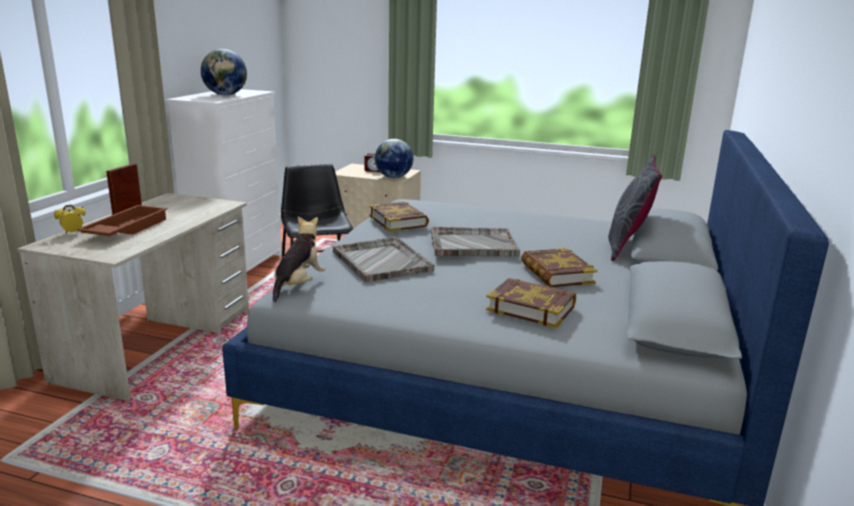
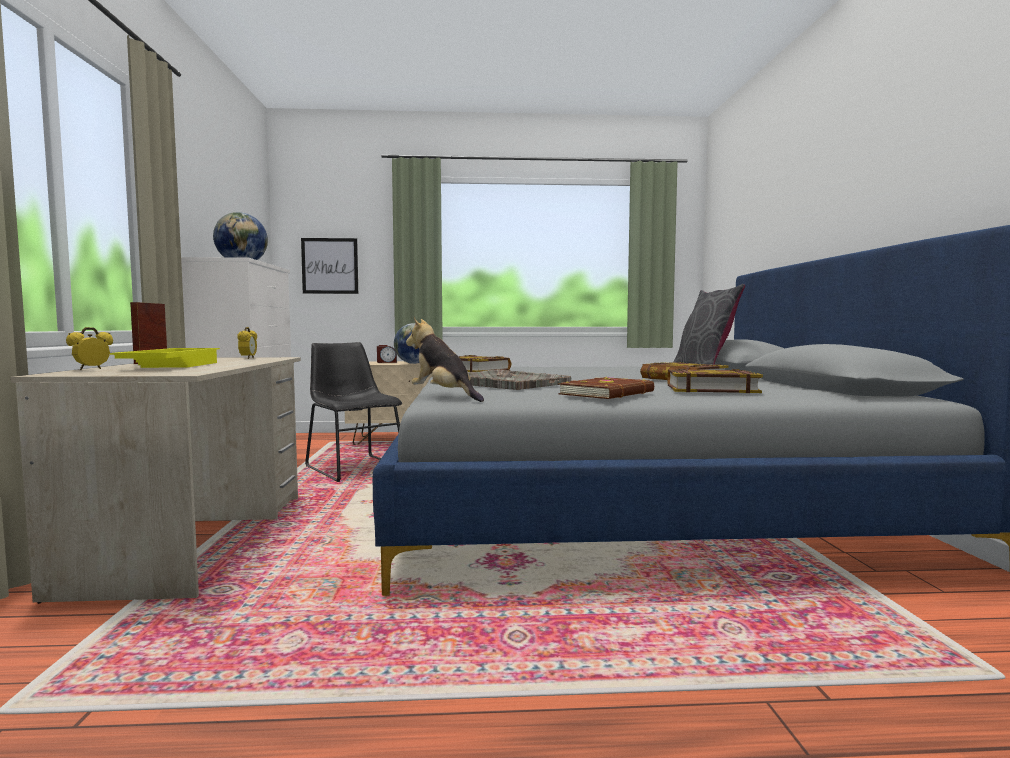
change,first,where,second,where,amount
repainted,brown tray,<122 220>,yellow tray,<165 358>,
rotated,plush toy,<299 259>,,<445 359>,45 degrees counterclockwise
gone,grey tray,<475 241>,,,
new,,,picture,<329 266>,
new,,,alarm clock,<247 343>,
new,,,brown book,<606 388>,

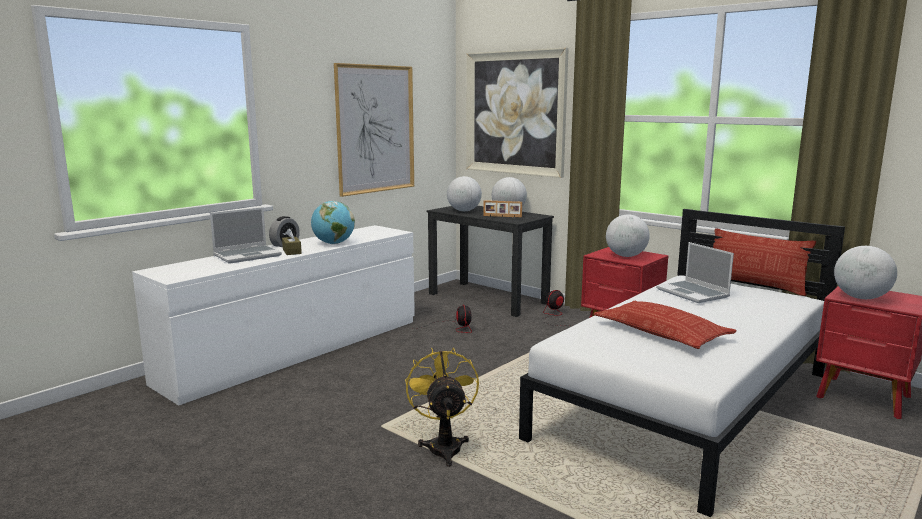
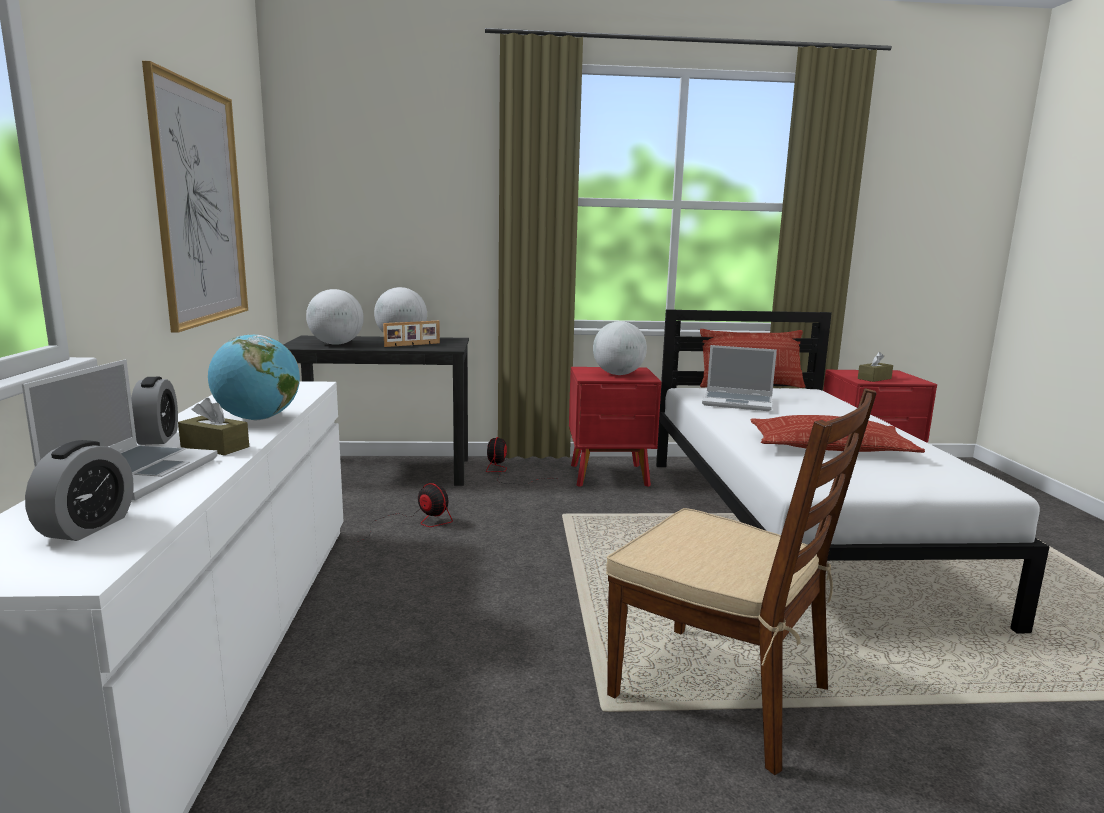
change,first,where,second,where,amount
gone,picture,<517 113>,,,
swapped,globe,<865 272>,brown tissue box,<875 367>,
swapped,yellow fan,<442 407>,brown chair,<741 581>,
new,,,alarm clock,<79 490>,

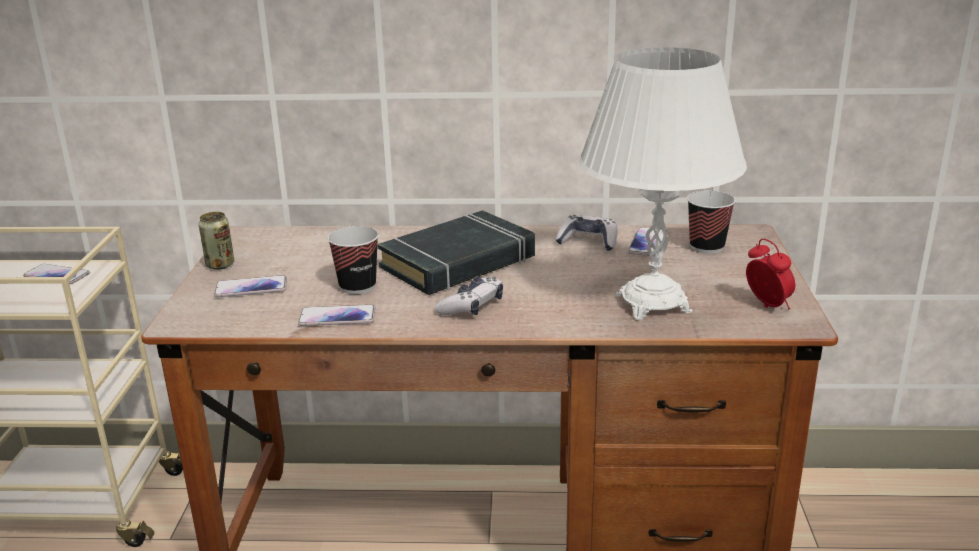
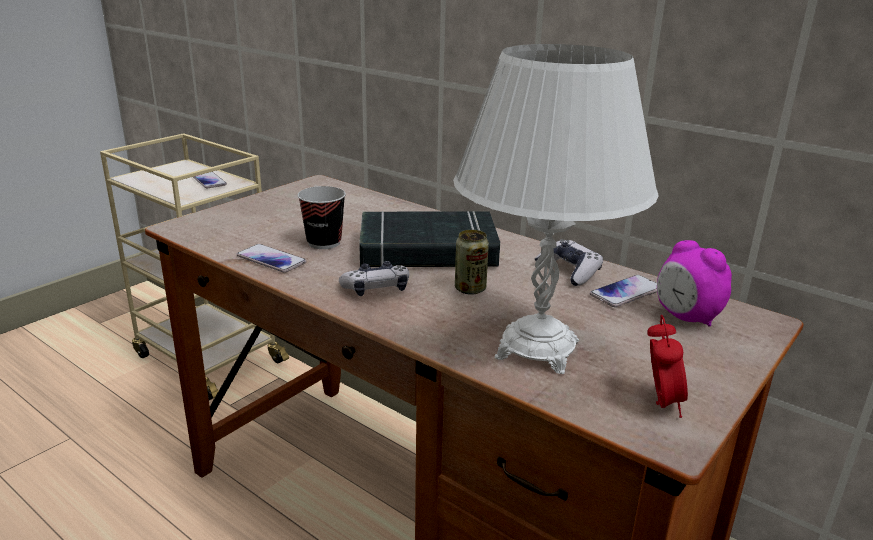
change,first,where,second,where,amount
swapped,cup,<711 222>,alarm clock,<694 283>,
shifted,can,<216 241>,,<472 262>,
gone,phone,<250 286>,,,

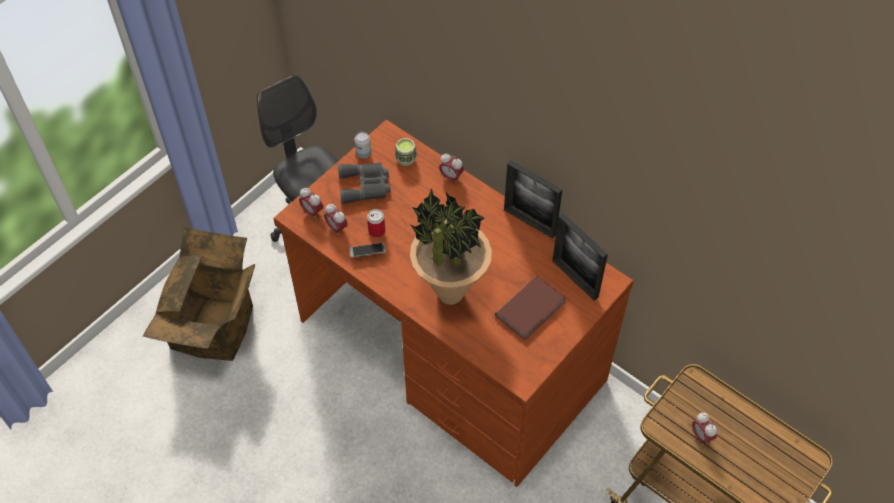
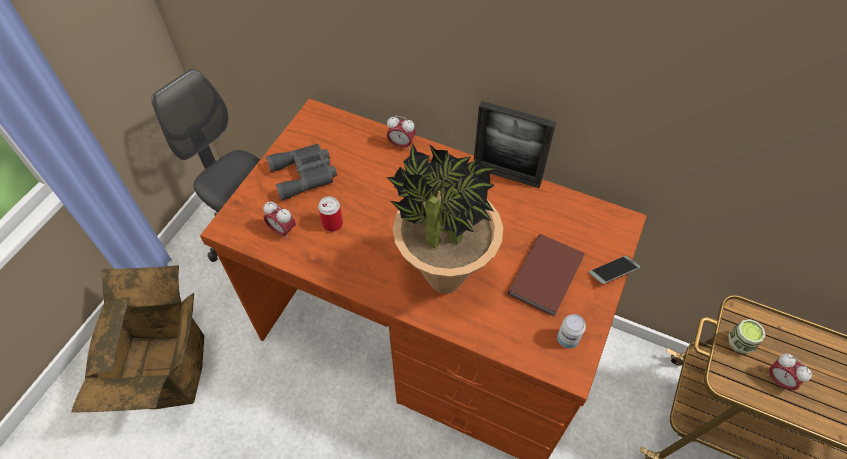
change,first,where,second,where,amount
shifted,can,<363 145>,,<571 331>,
shifted,cup,<406 152>,,<747 336>,
gone,alarm clock,<311 203>,,,
gone,picture frame,<580 257>,,,
shifted,phone,<367 250>,,<614 270>,

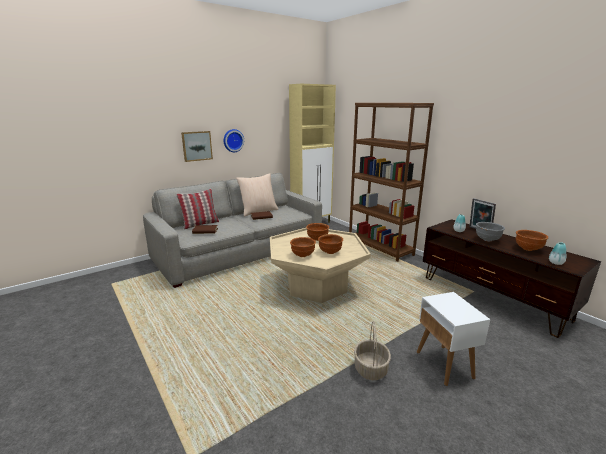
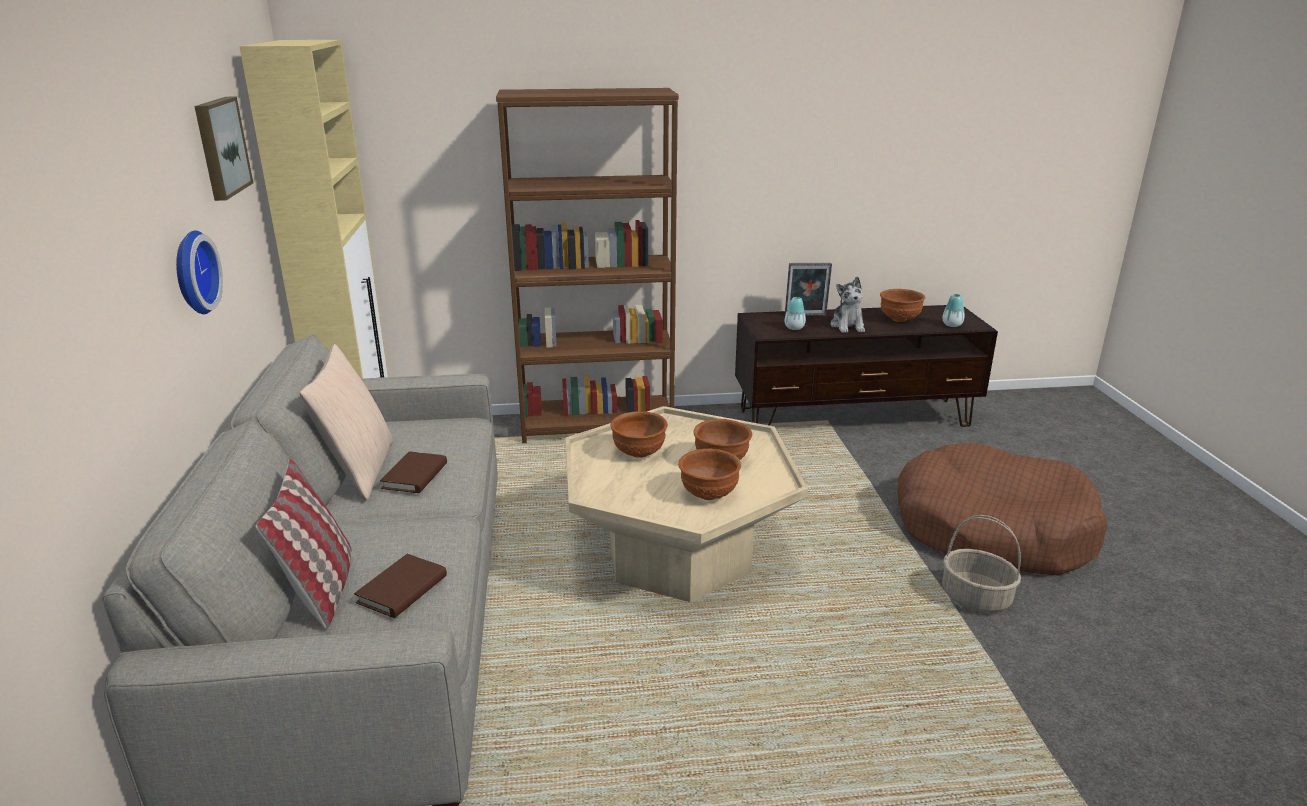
change,first,where,second,where,amount
shifted,picture,<197 146>,,<223 149>,
swapped,grey bowl,<490 232>,plush toy,<848 304>,
swapped,white side table,<453 339>,brown dog bed,<1002 509>,

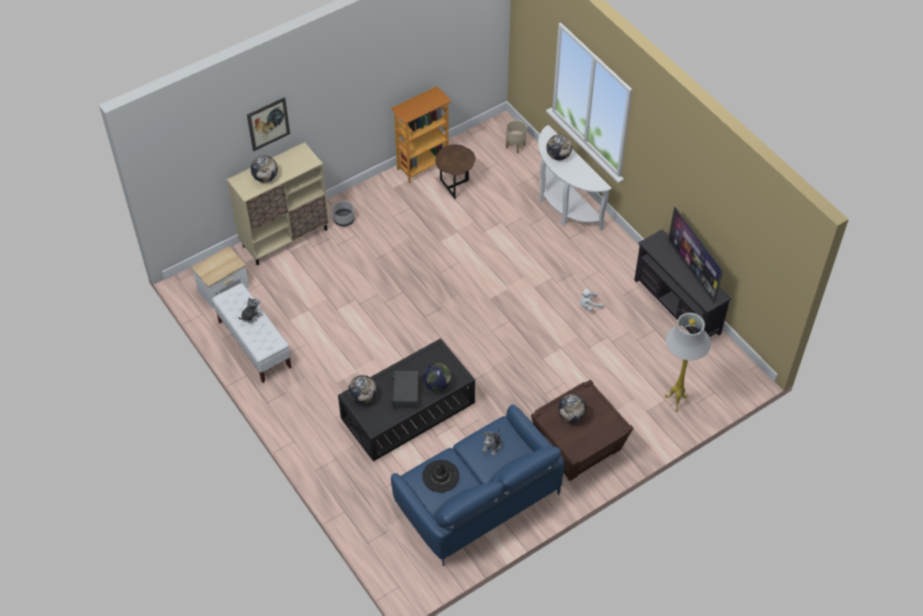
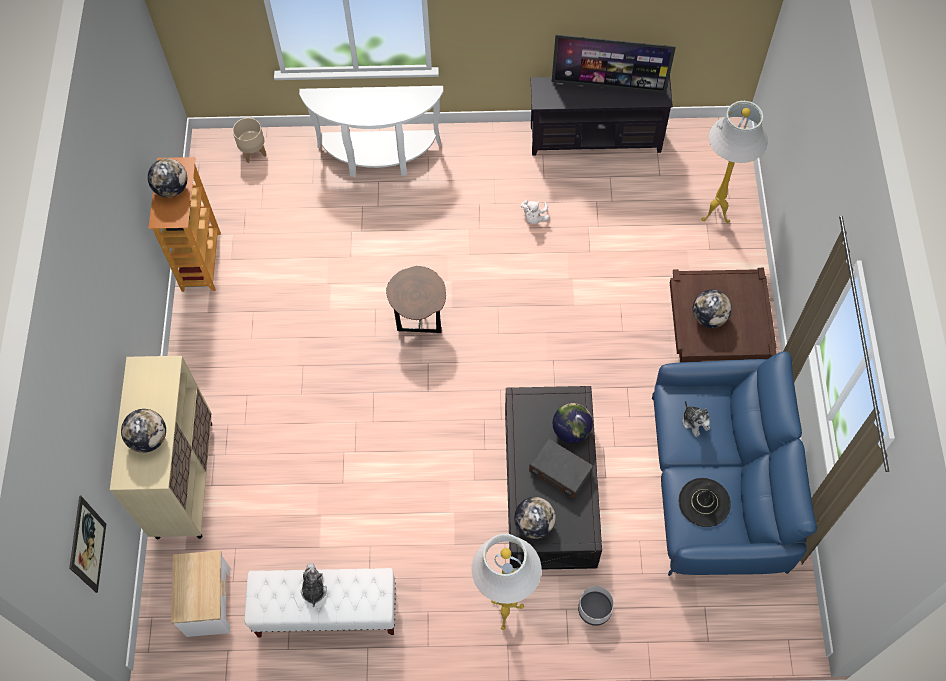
change,first,where,second,where,amount
shifted,picture,<268 124>,,<87 544>,
shifted,globe,<559 147>,,<168 178>,
shifted,brown side table,<456 172>,,<416 299>,
shifted,grey planter,<344 214>,,<596 606>,
new,,,white floor lamp,<507 582>,

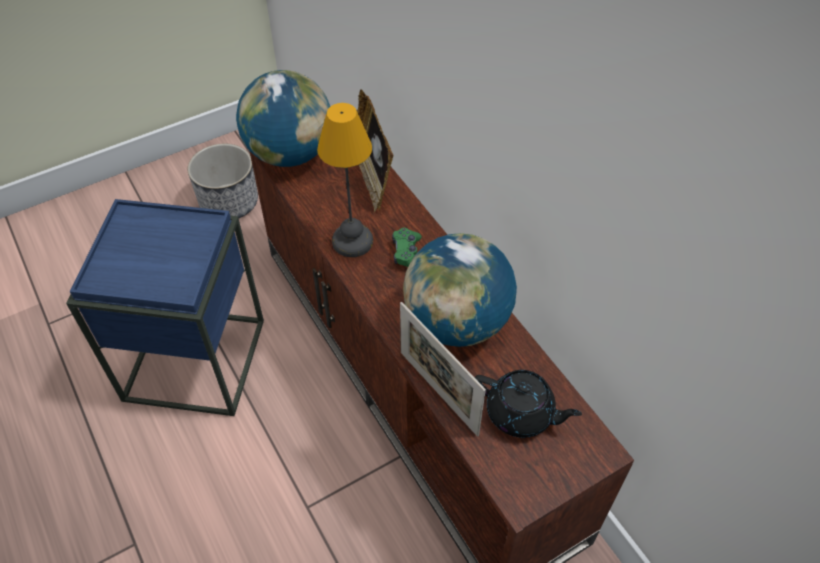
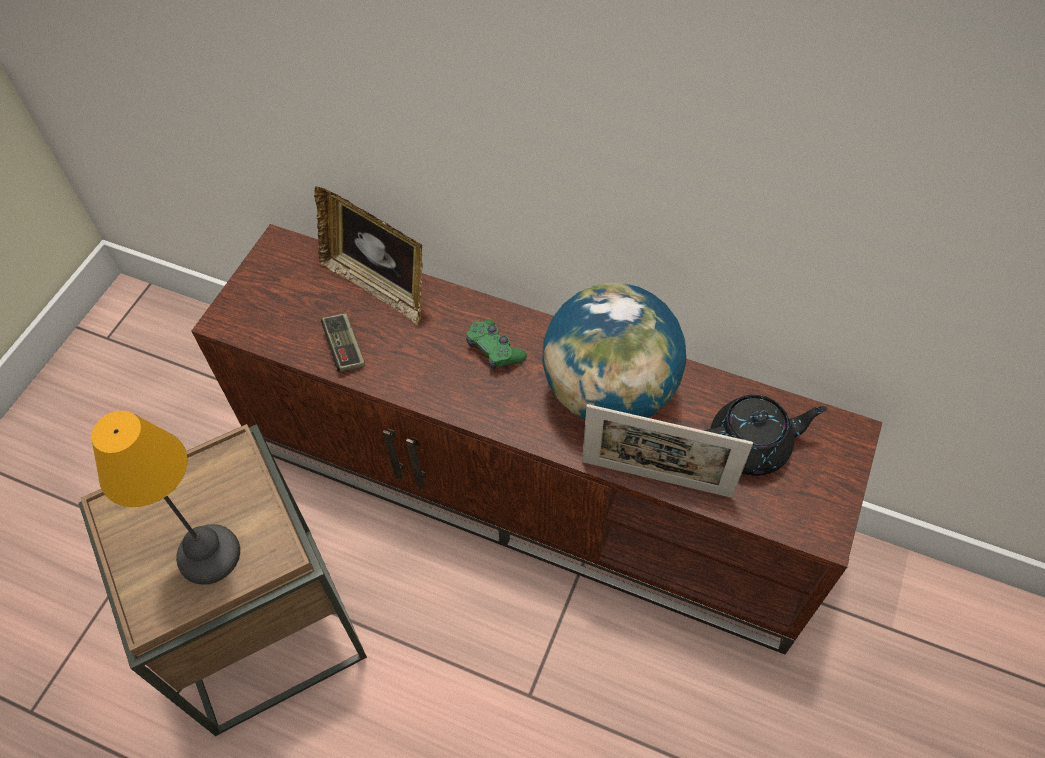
change,first,where,second,where,amount
gone,globe,<283 118>,,,
shifted,table lamp,<345 180>,,<165 498>,
gone,planter,<223 180>,,,
repainted,blue side table,<165 307>,brown side table,<223 580>,
new,,,game controller,<343 342>,

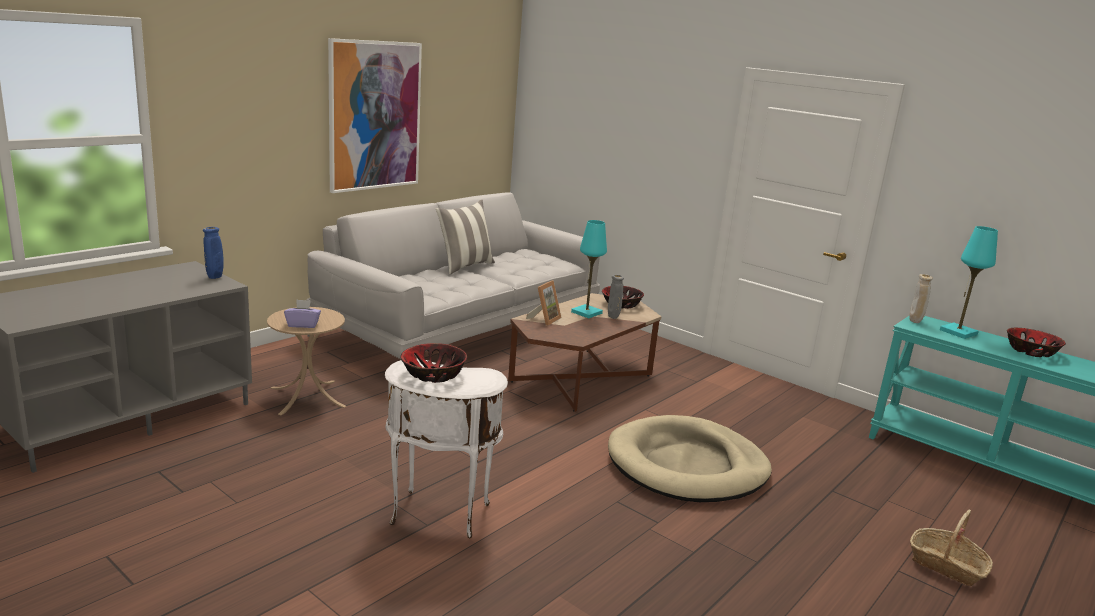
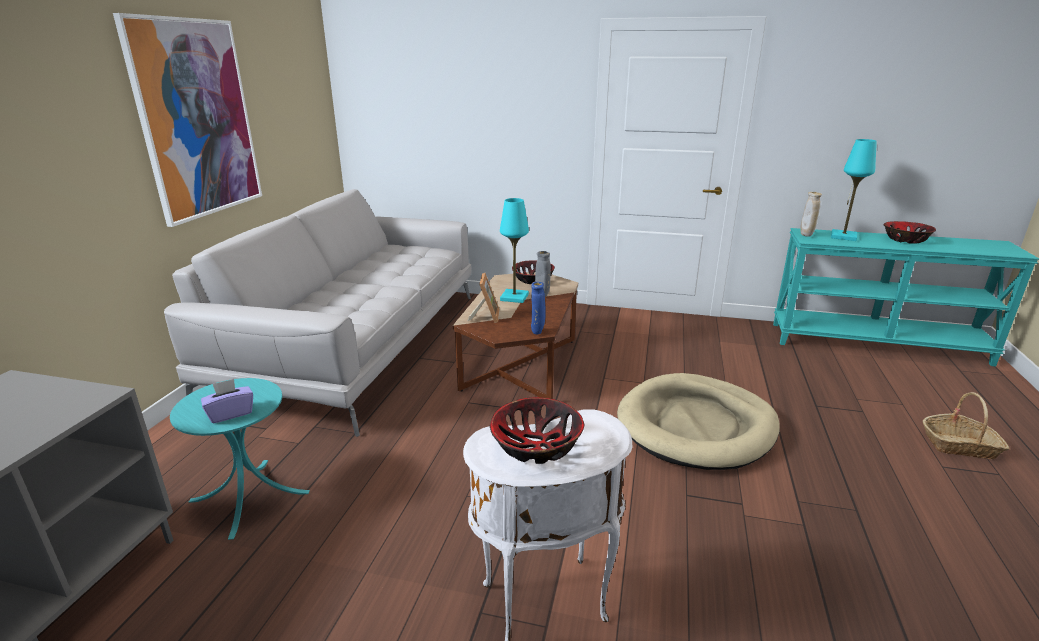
change,first,where,second,where,amount
gone,pillow,<465 237>,,,
shifted,blue vase,<213 253>,,<538 308>,
repainted,beige side table,<307 361>,turquoise side table,<240 459>,

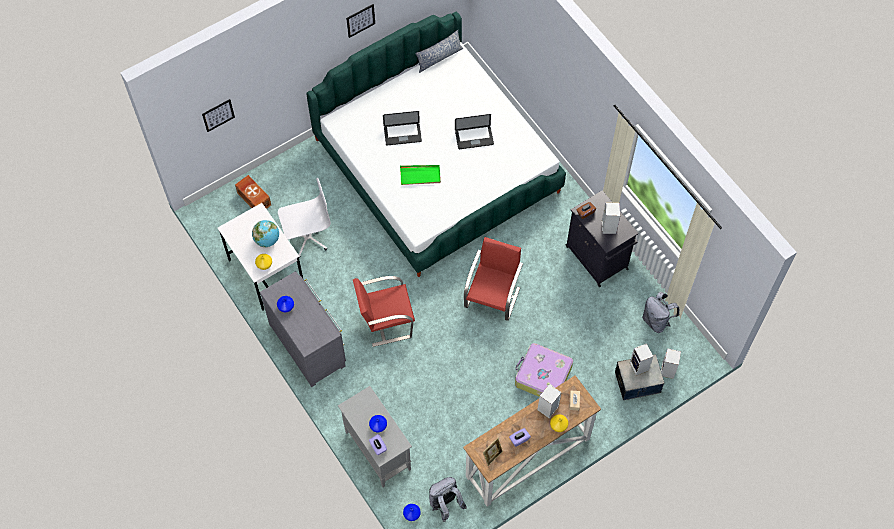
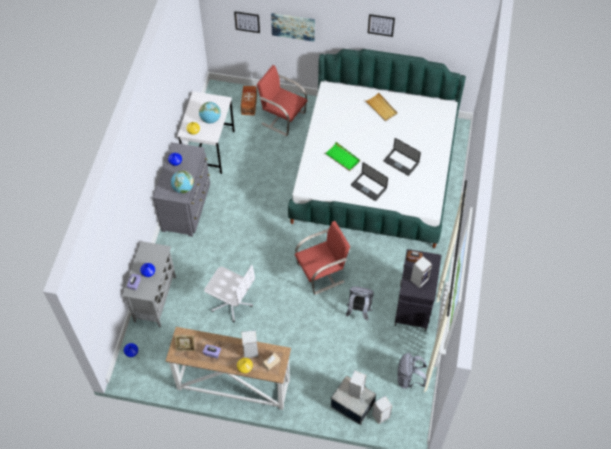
change,first,where,second,where,amount
gone,pillow,<439 51>,,,
shifted,laptop,<402 128>,,<369 181>,
shifted,white office chair,<304 218>,,<229 293>,
shifted,red chair,<384 311>,,<282 100>,
gone,suitcase,<544 370>,,,
shifted,grey backpack,<448 499>,,<360 303>,
new,,,picture,<293 27>,
new,,,beige tray,<382 106>,
new,,,globe,<182 182>,

